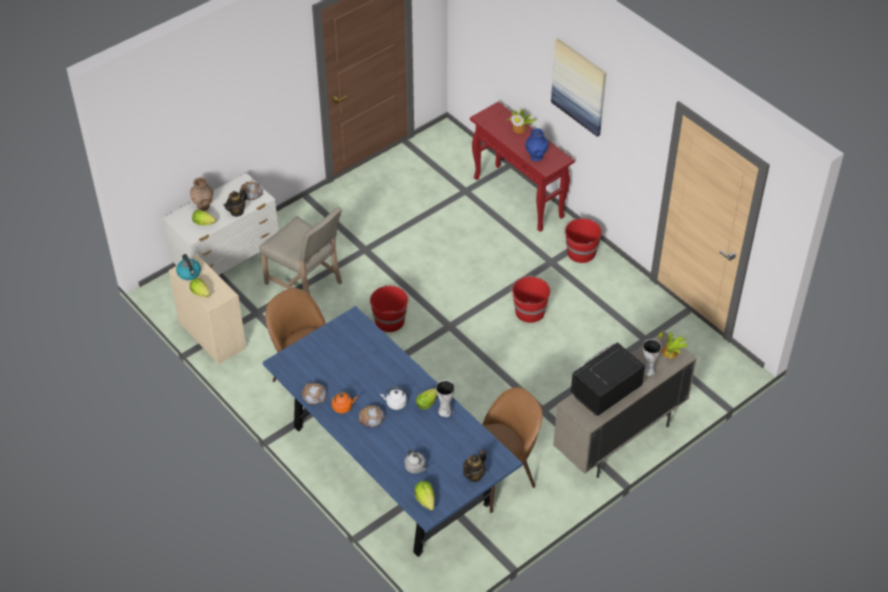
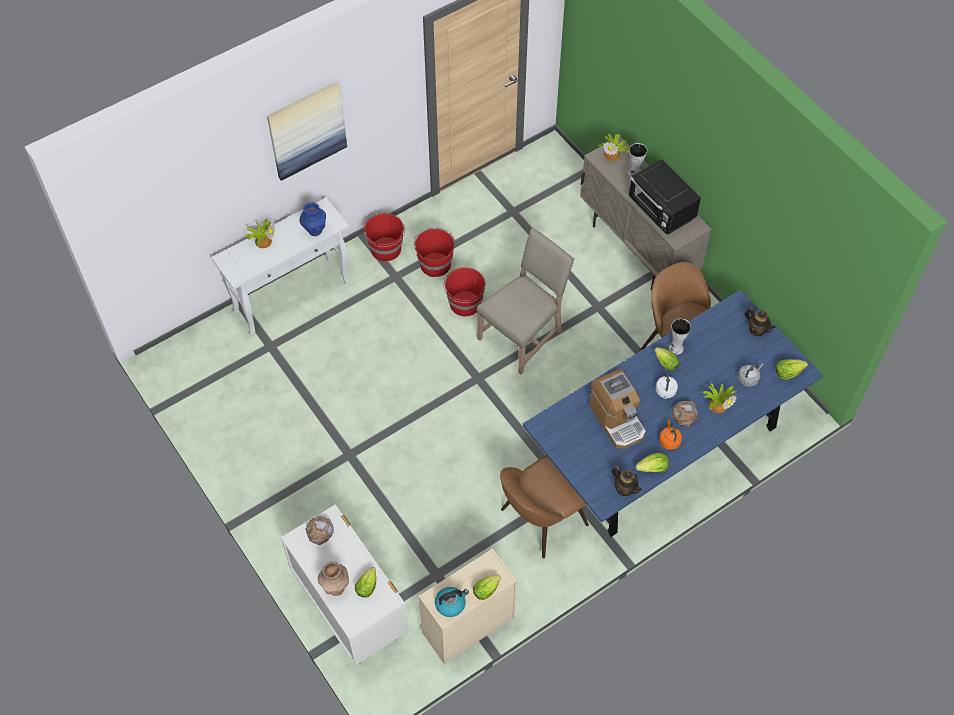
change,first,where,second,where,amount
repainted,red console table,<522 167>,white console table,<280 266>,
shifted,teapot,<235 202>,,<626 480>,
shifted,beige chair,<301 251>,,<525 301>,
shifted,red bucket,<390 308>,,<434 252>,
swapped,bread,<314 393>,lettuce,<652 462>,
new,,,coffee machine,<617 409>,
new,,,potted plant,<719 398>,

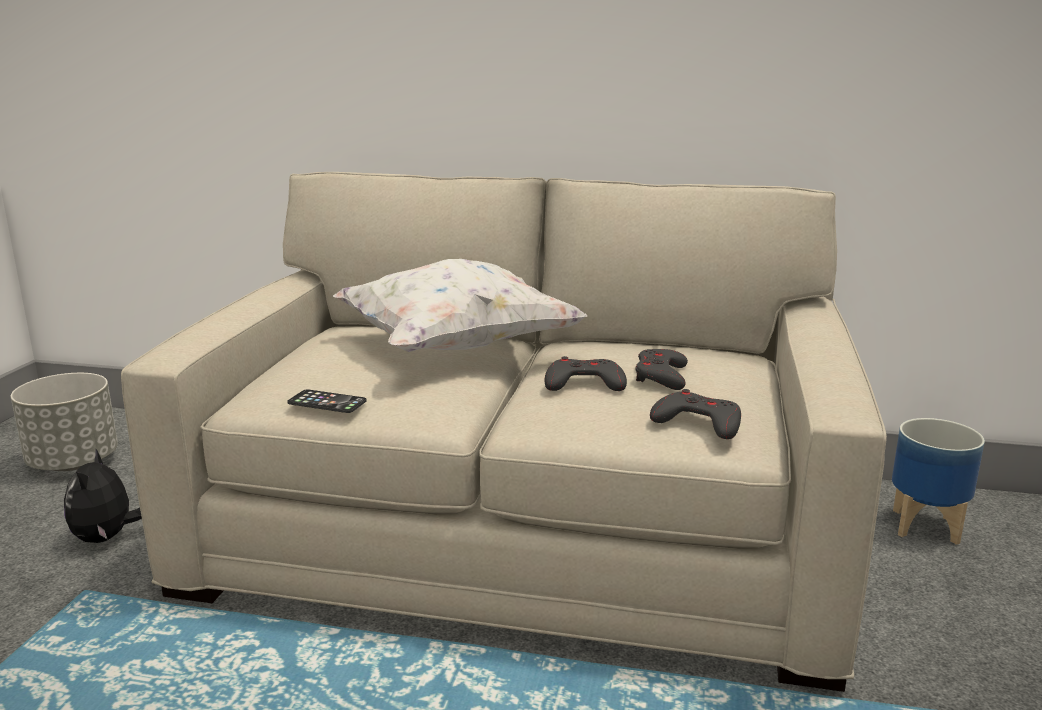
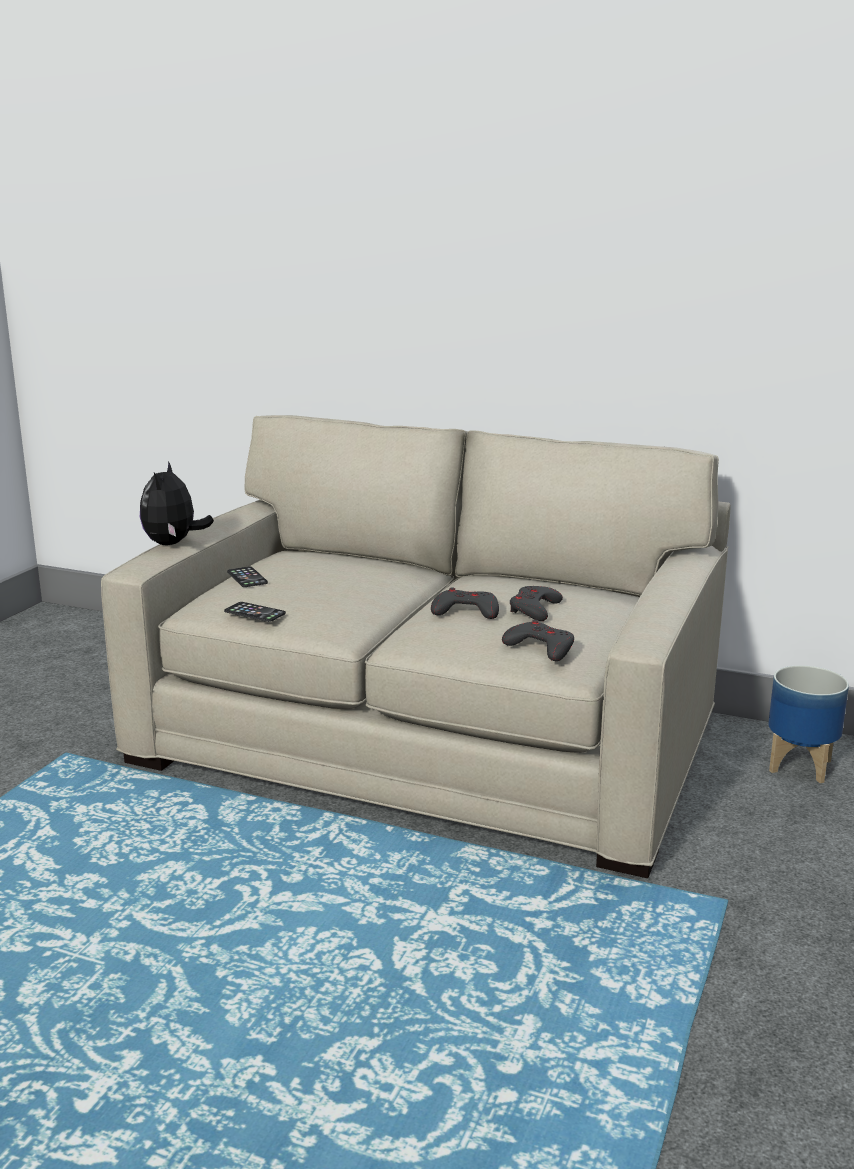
change,first,where,second,where,amount
gone,white pillow,<460 305>,,,
gone,grey planter,<64 422>,,,
shifted,plush toy,<103 496>,,<177 503>,
new,,,phone,<247 576>,

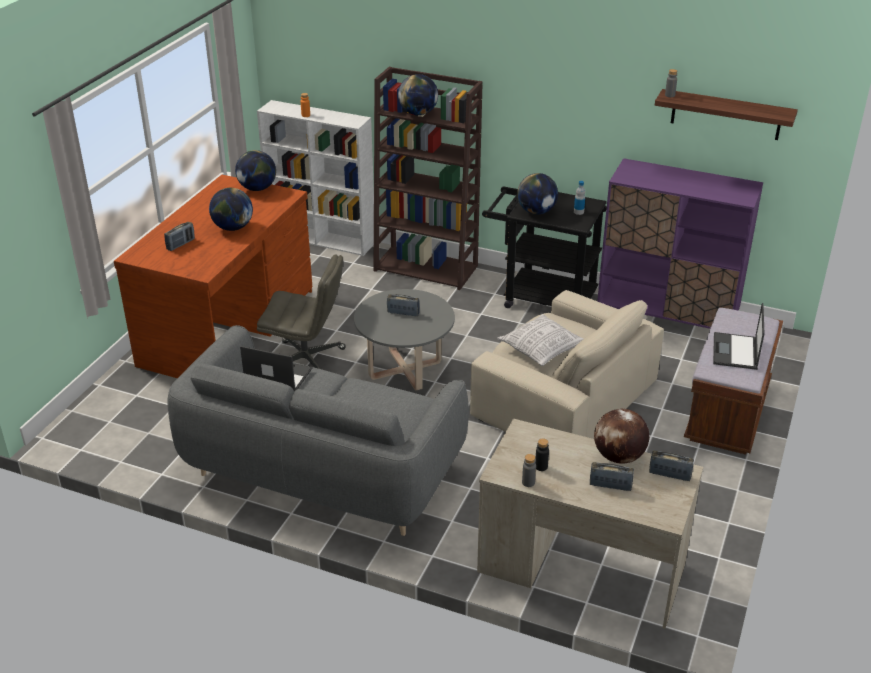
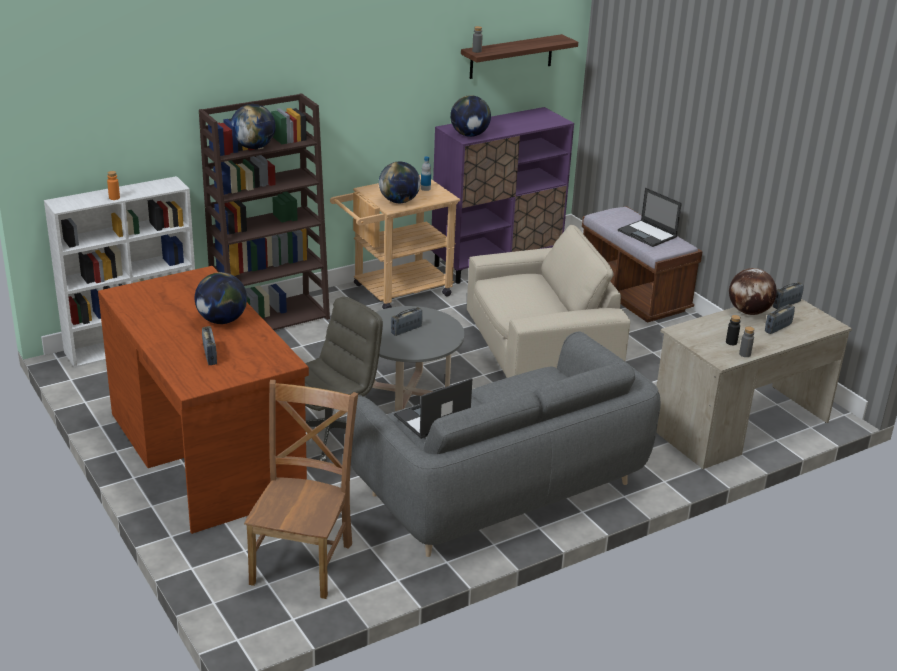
change,first,where,second,where,amount
shifted,globe,<255 170>,,<470 116>,
repainted,black cart,<544 247>,beige cart,<395 242>,
gone,pillow,<540 340>,,,
new,,,brown chair,<301 489>,

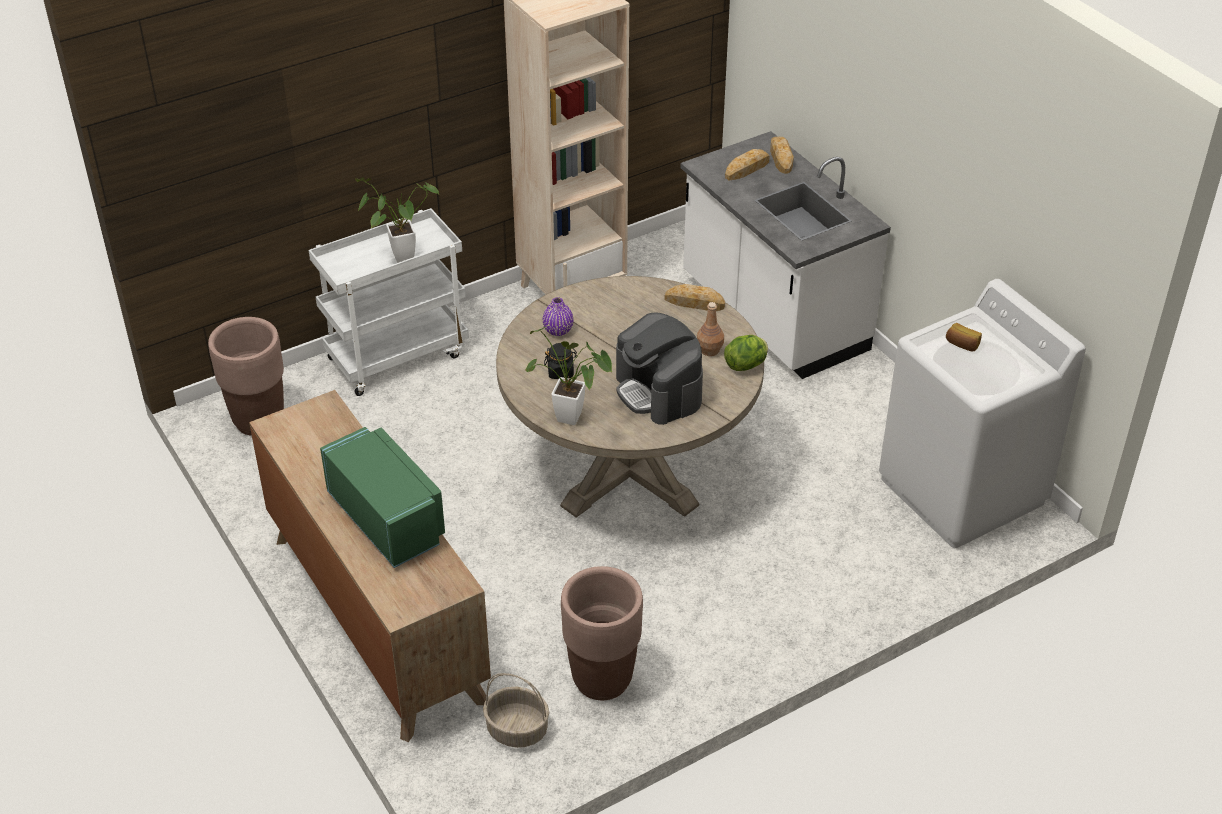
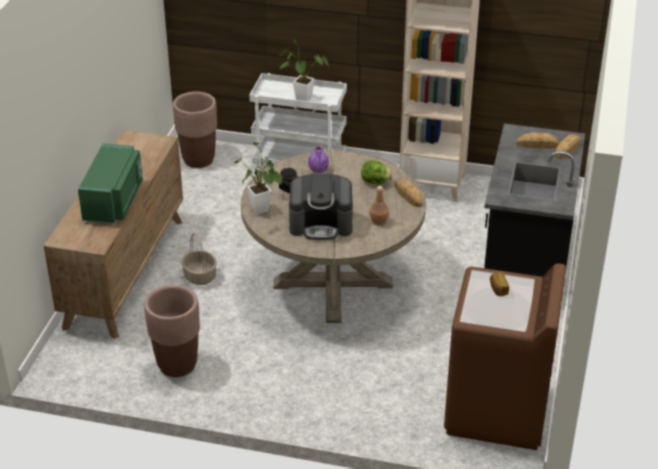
change,first,where,second,where,amount
repainted,white counter,<785 255>,black counter,<534 200>,
repainted,white washing machine,<982 413>,brown washing machine,<505 356>,
rotated,coffee machine,<659 369>,,<321 206>,105 degrees counterclockwise
shifted,lettuce,<746 353>,,<376 172>,
shifted,basket,<516 710>,,<199 259>,

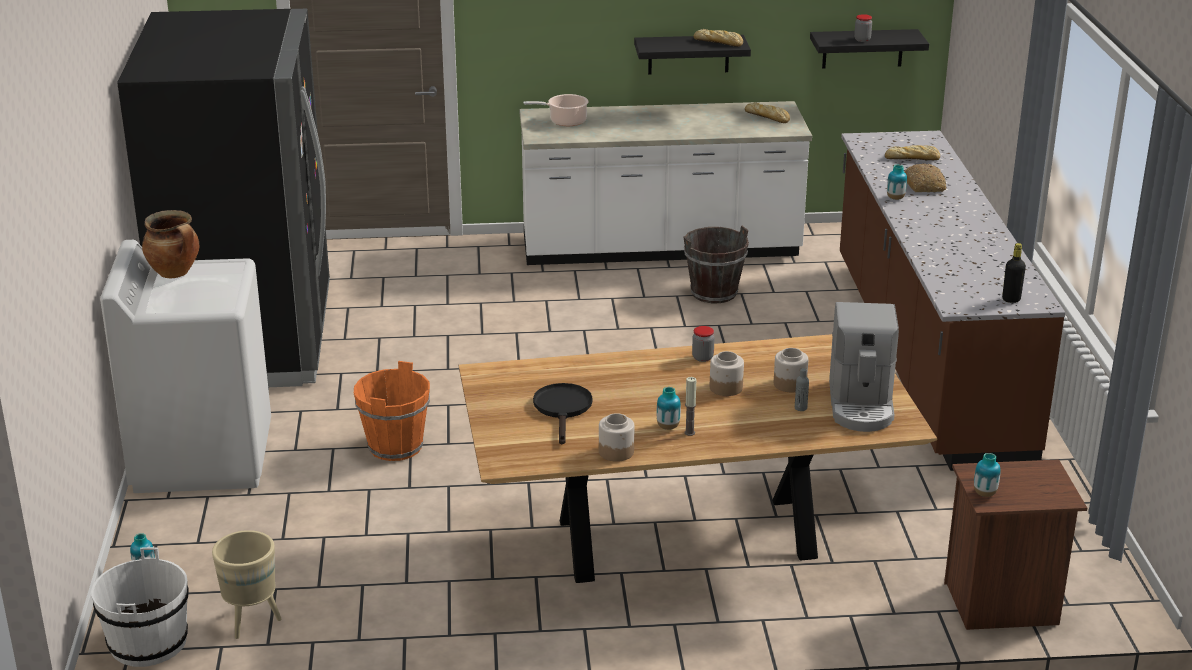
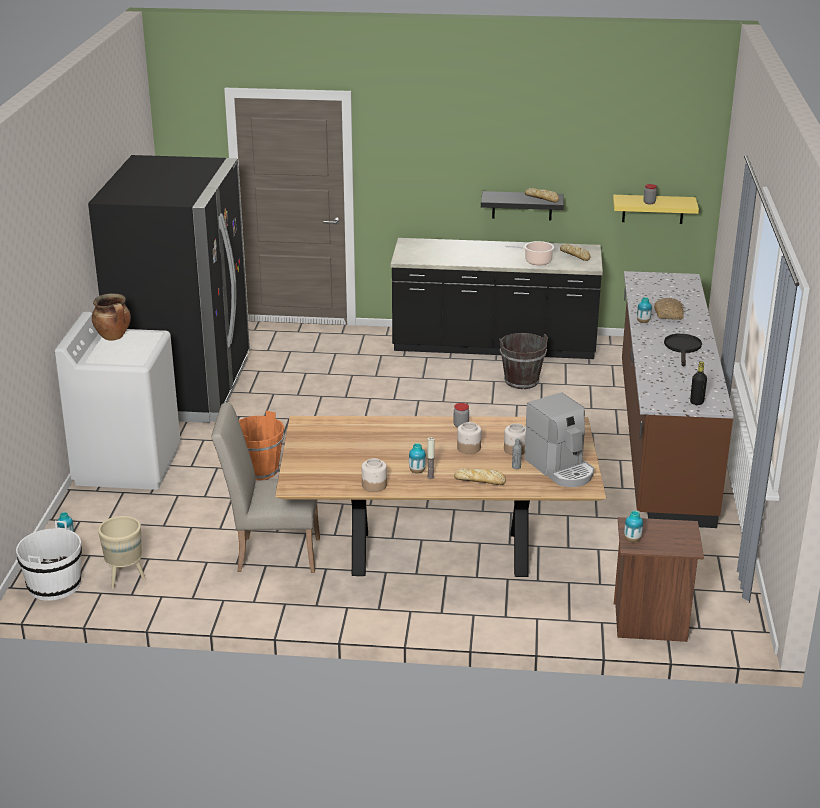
change,first,where,second,where,amount
repainted,black shelf,<869 49>,yellow shelf,<656 209>,
shifted,cooking pot,<556 110>,,<530 253>,
repainted,white counter,<666 183>,black counter,<497 298>,
shifted,bread,<912 152>,,<480 476>,
rotated,coffee machine,<864 367>,,<559 439>,45 degrees counterclockwise
shifted,black frying pan,<563 413>,,<683 350>,
new,,,beige chair,<265 488>,

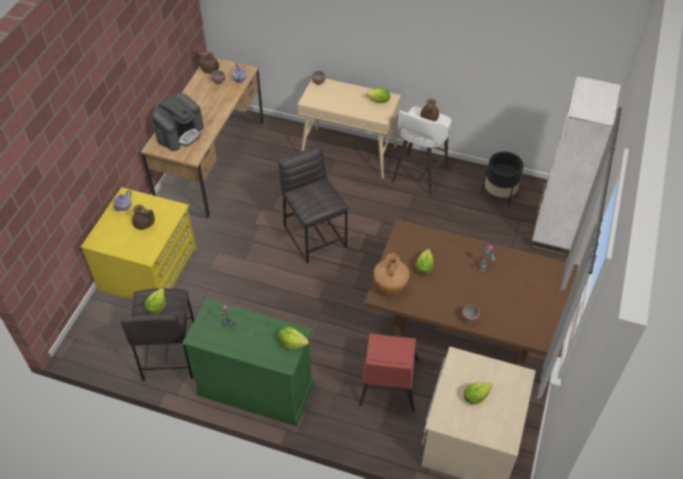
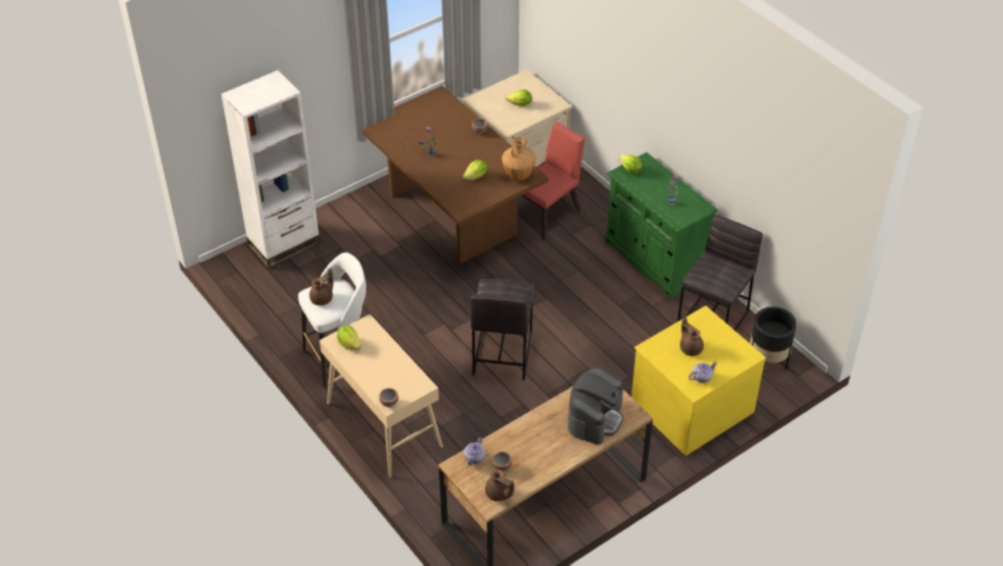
change,first,where,second,where,amount
rotated,coffee machine,<178 122>,,<596 406>,135 degrees clockwise
shifted,black planter,<502 179>,,<773 338>,
gone,lettuce,<155 301>,,,

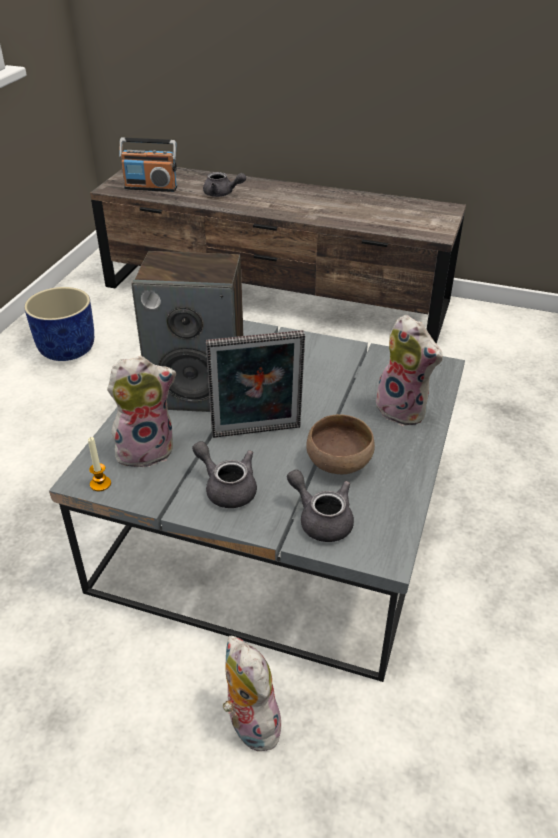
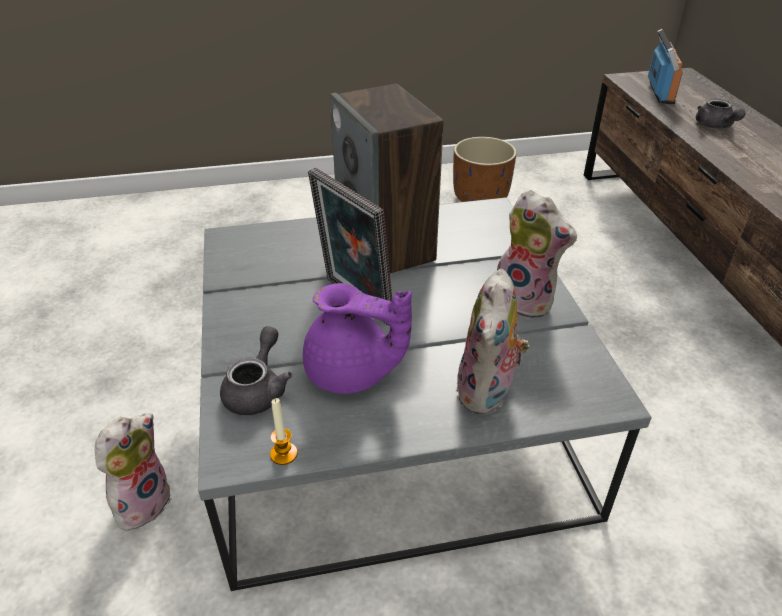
change,first,where,second,where,amount
rotated,radio,<148 165>,,<665 66>,150 degrees counterclockwise
repainted,blue planter,<59 324>,brown planter,<485 169>,
shifted,plush toy,<141 412>,,<537 254>,
swapped,brown bowl,<340 444>,purple teapot,<357 338>,
shifted,candle,<99 464>,,<284 431>,
gone,grey teapot,<224 474>,,,

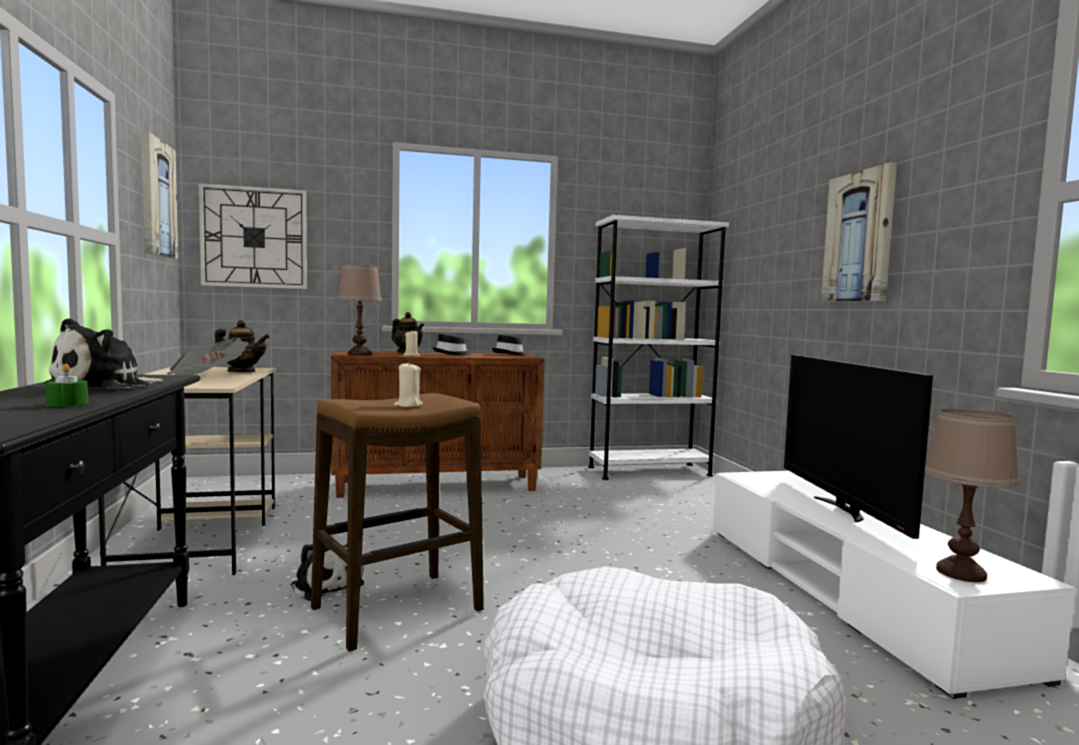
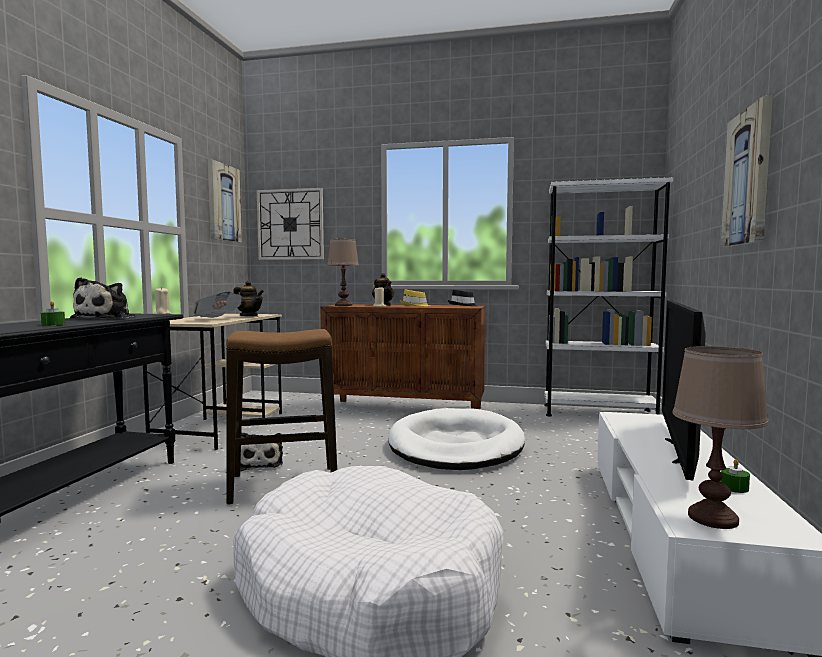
change,first,where,second,where,amount
rotated,plush toy,<104 354>,,<102 298>,45 degrees counterclockwise
repainted,black hat,<452 344>,yellow hat,<415 298>,
shifted,beige candle,<408 384>,,<162 301>,
new,,,white dog bed,<456 439>,
new,,,green candle,<735 476>,

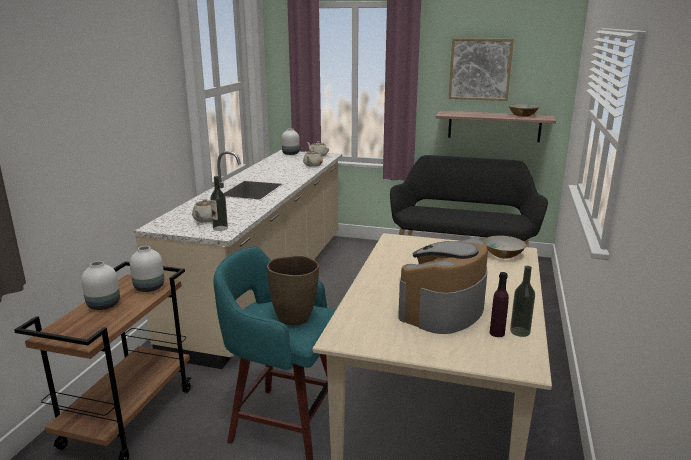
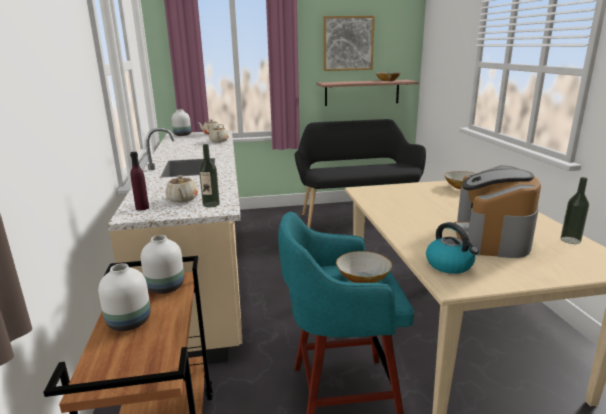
change,first,where,second,where,amount
swapped,brown vase,<293 290>,bowl,<364 267>,
shifted,purple bottle,<499 304>,,<139 181>,
new,,,kettle,<452 248>,

